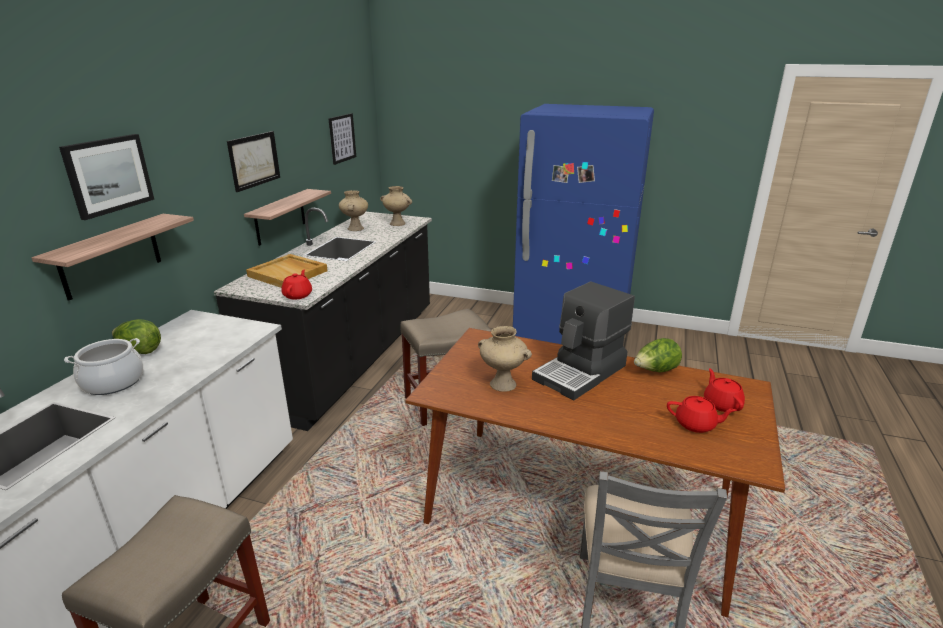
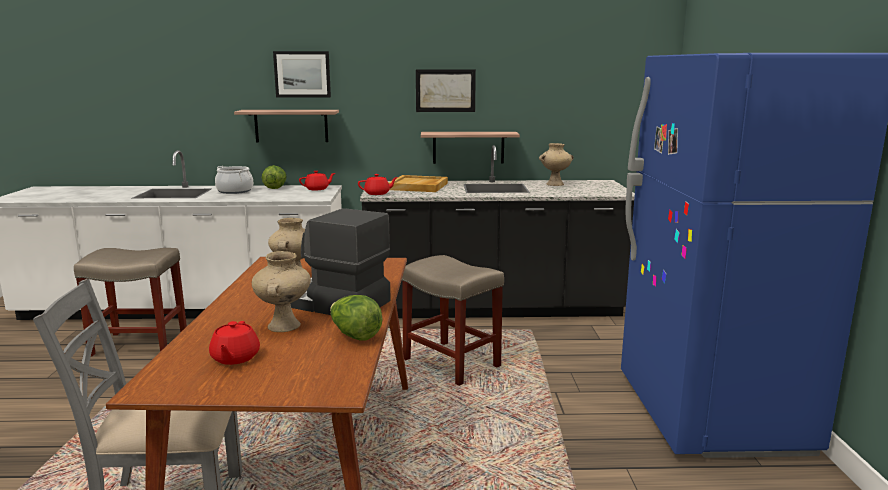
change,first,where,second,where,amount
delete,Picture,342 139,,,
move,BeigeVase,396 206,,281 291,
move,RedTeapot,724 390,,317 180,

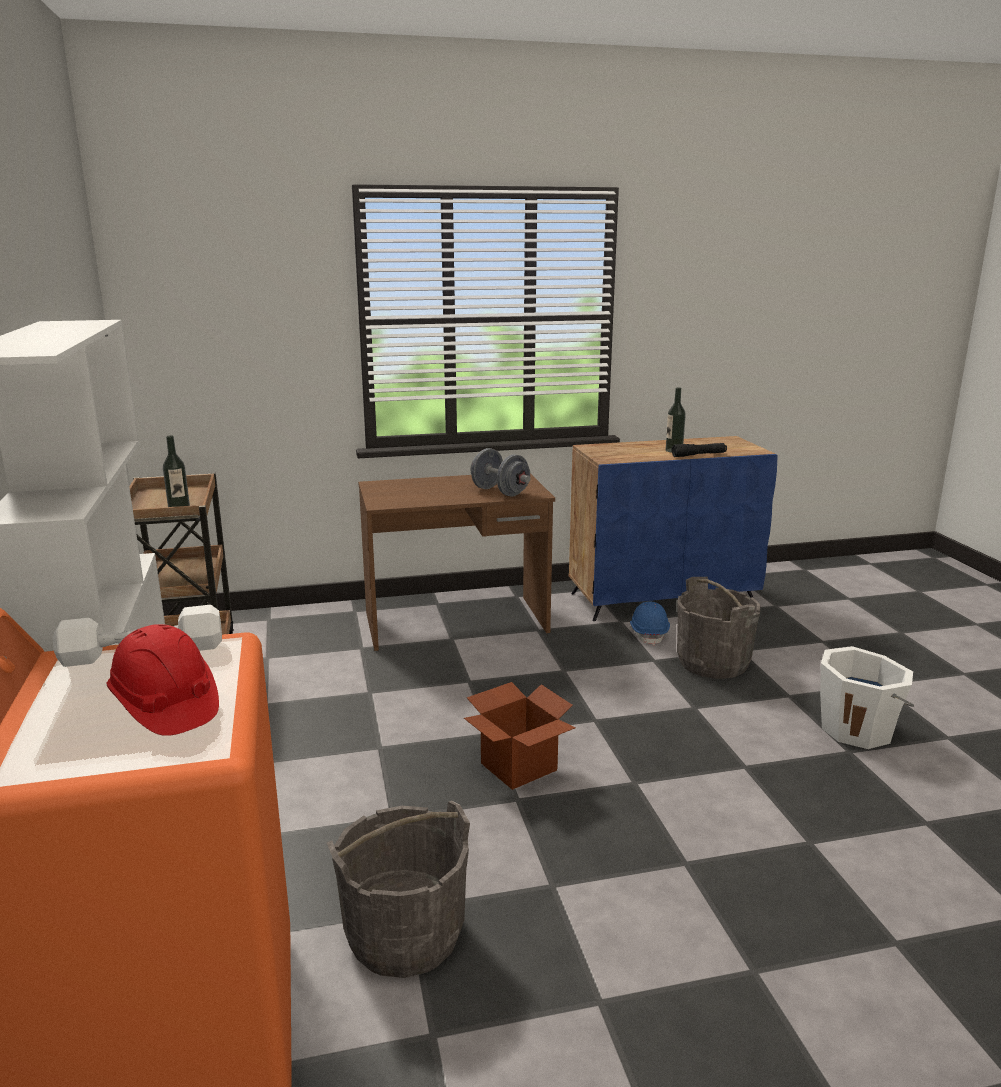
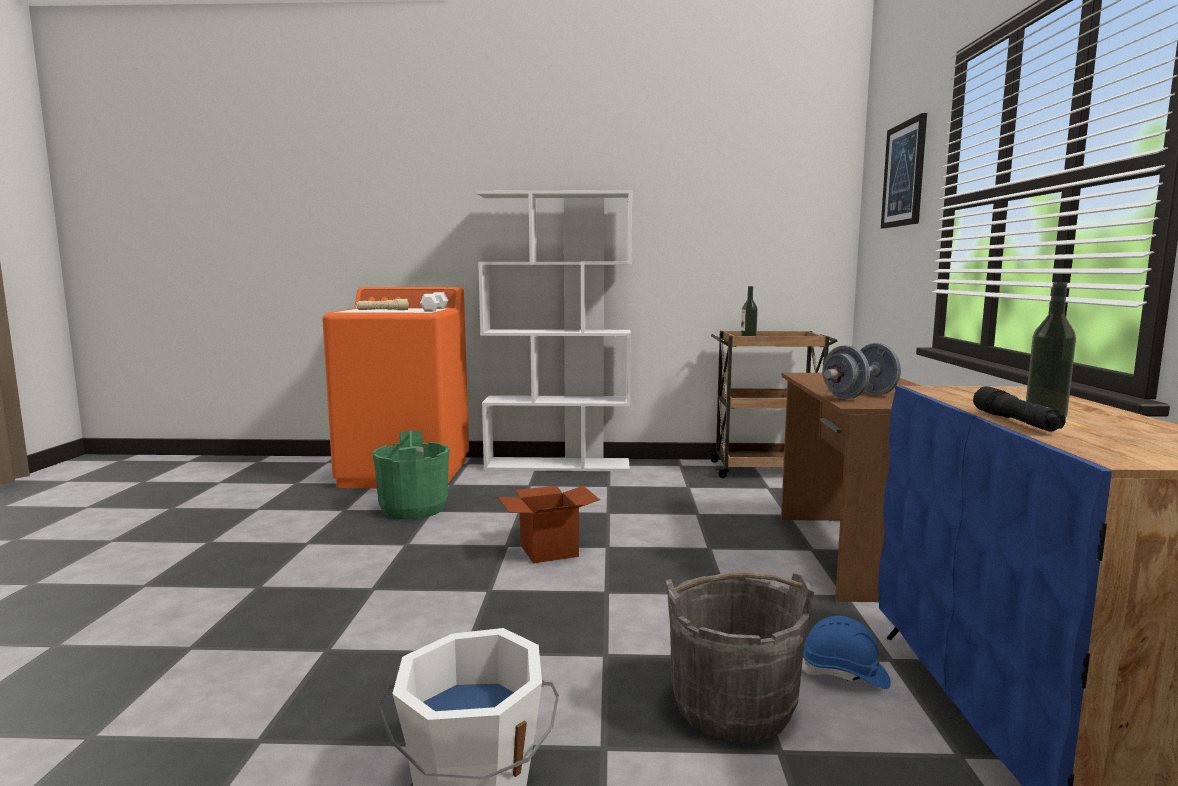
change,first,where,second,where,amount
replace,RedHardHat,163 680,BeigeFlashlight,382 304,
recolor,GreyBucket,398 889,GreenBucket,410 474,
insert,,,Picture,904 171,

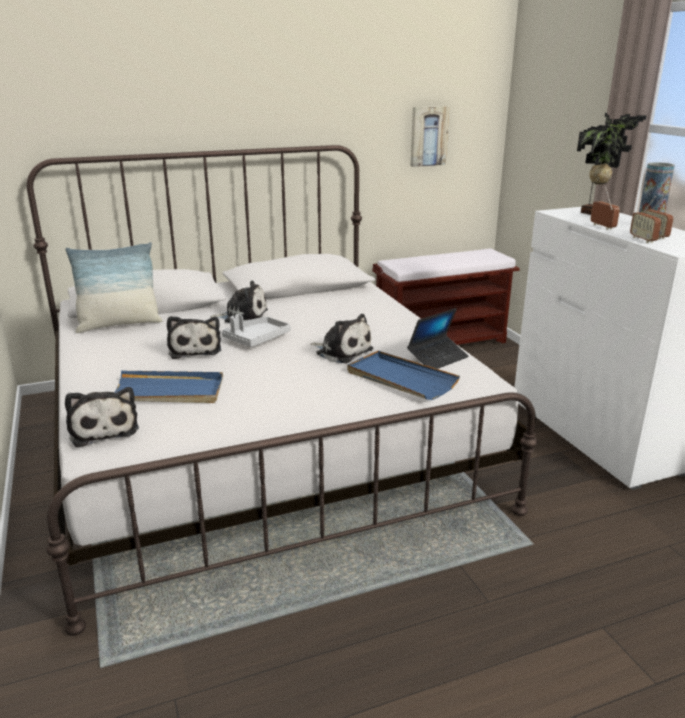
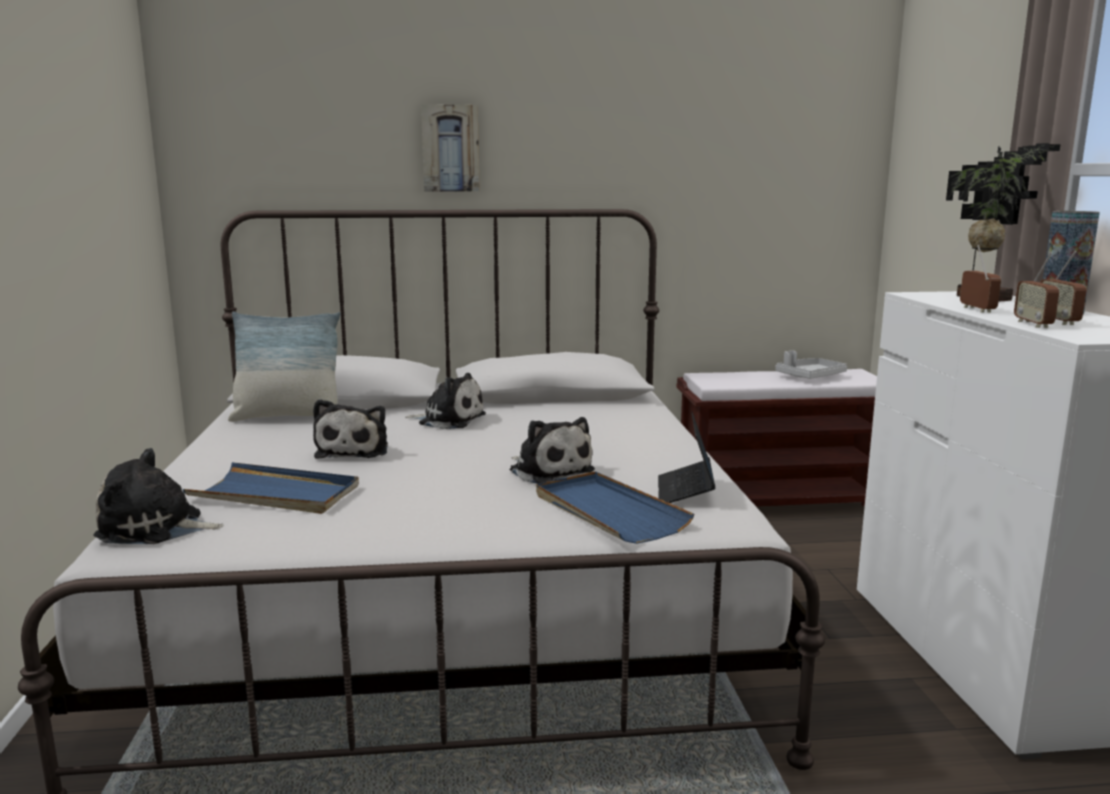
change,first,where,second,where,amount
rotate,PlushToy,102 417,,158 496,105 degrees clockwise
move,GreyTray,256 330,,811 364,
rotate,Laptop,438 338,,687 457,120 degrees clockwise
move,Picture,430 136,,450 148,

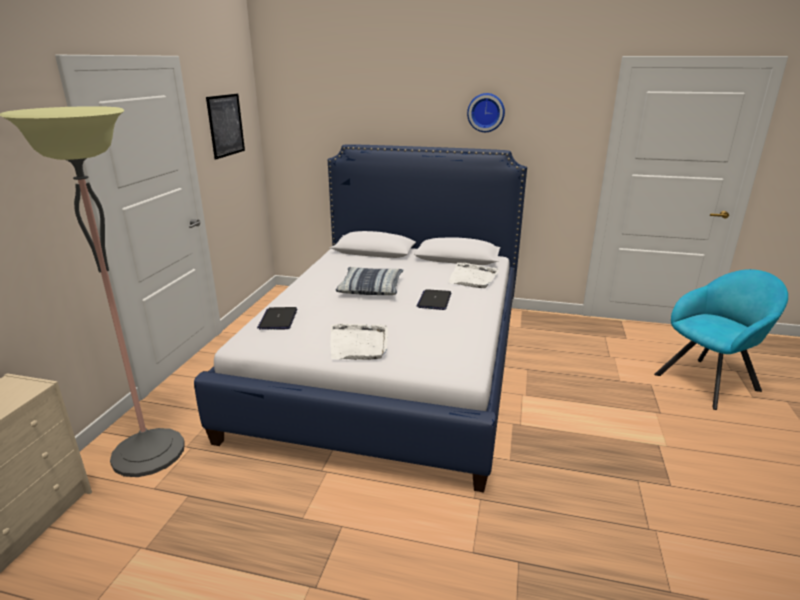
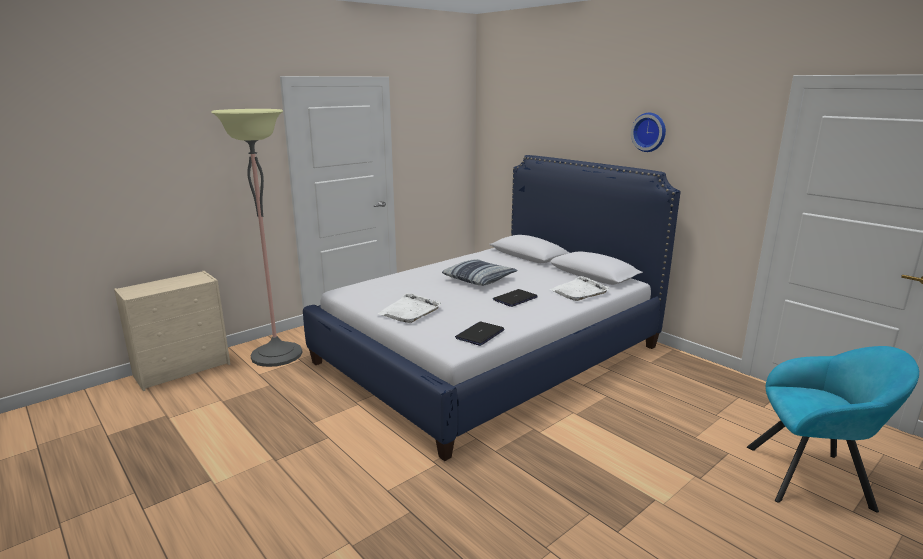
change,first,where,second,where,amount
delete,Picture,225 127,,,
move,Laptop,277 318,,480 334,

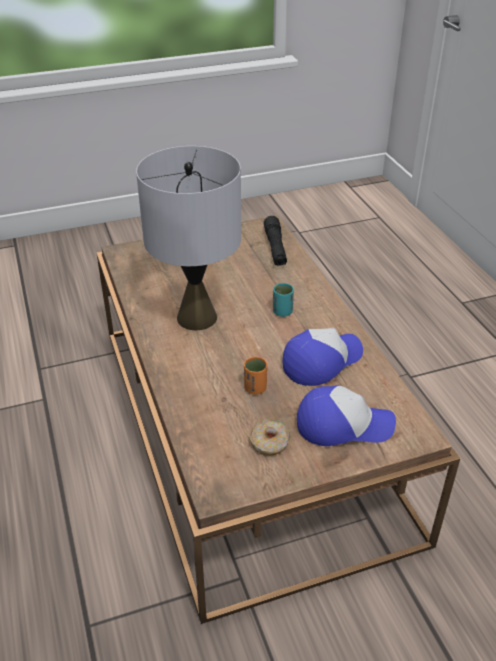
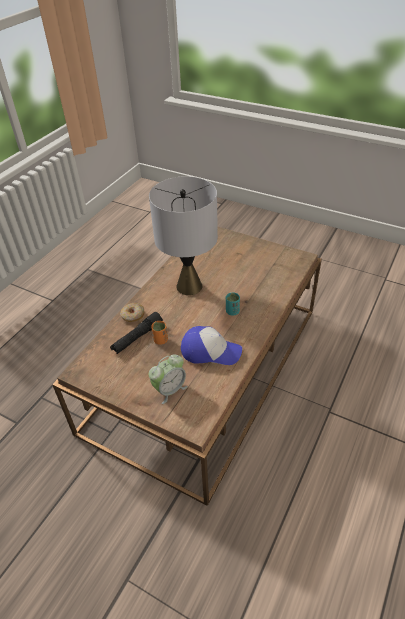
change,first,where,second,where,amount
move,Donut,270 437,,132 312,
move,BlackFlashlight,275 241,,136 333,
replace,Cap,346 415,AlarmClock,168 379,

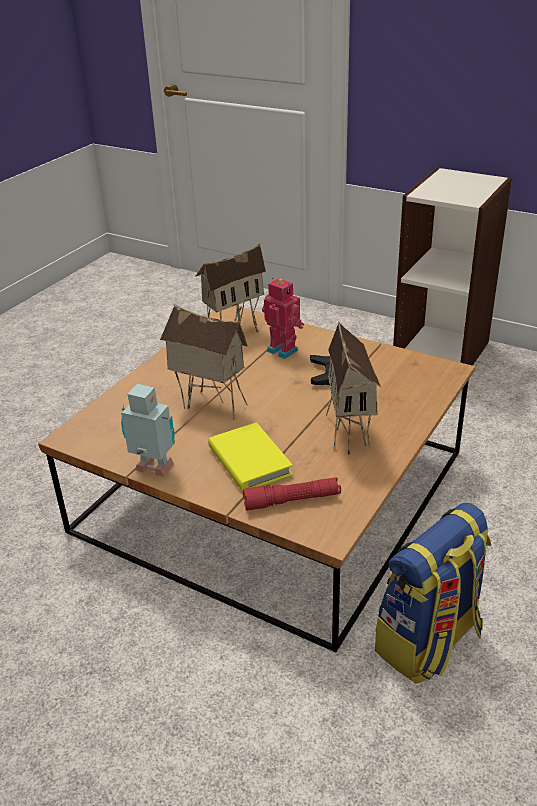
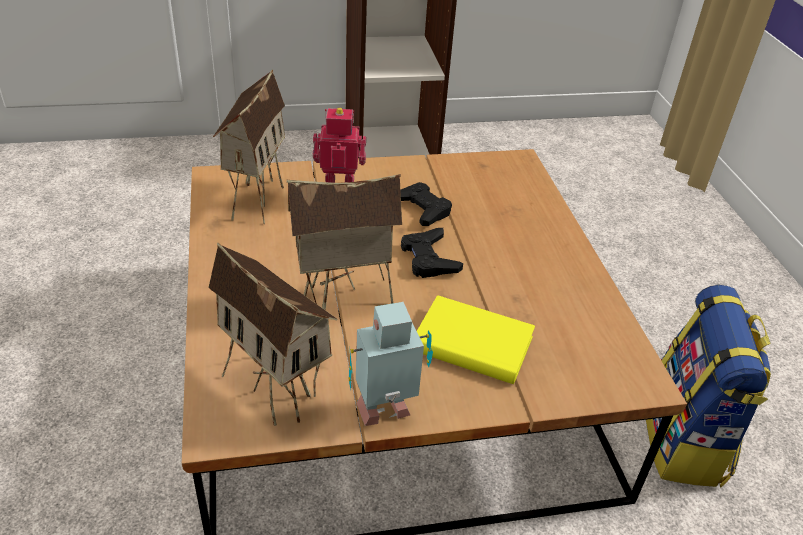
change,first,where,second,where,amount
delete,RedFlashlight,292 493,,,
move,ToyHouse,353 388,,273 334,
insert,,,BlackGameController,432 253,

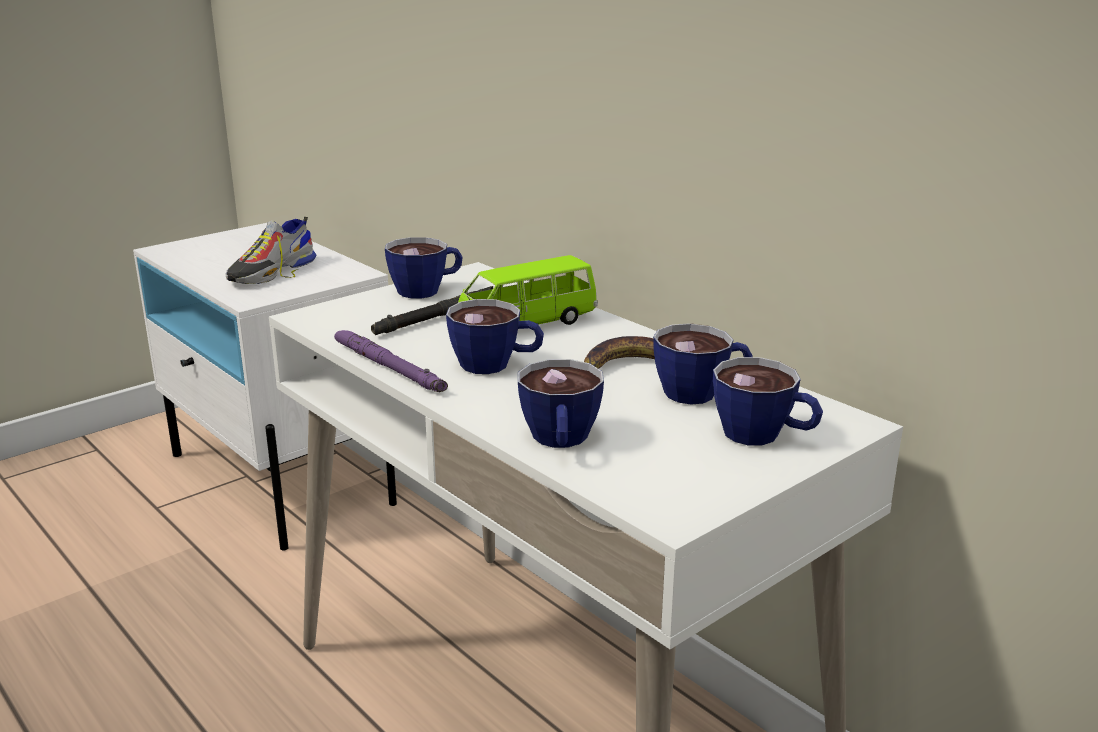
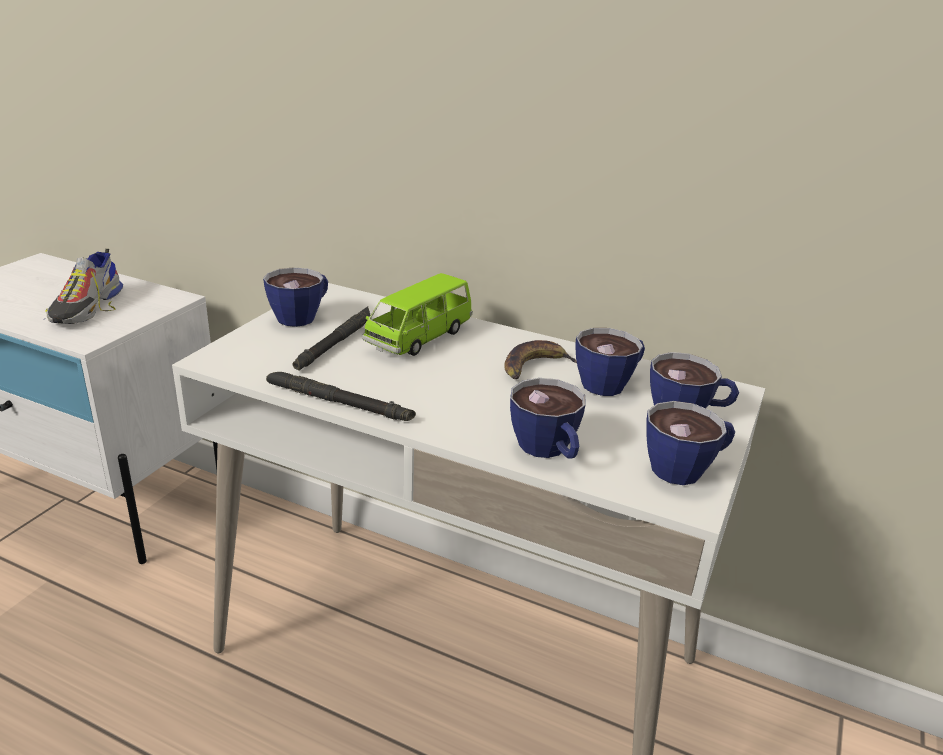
change,first,where,second,where,amount
recolor,PurpleFlashlight,391 361,BlackFlashlight,341 396,
move,Cup,495 336,,690 443,

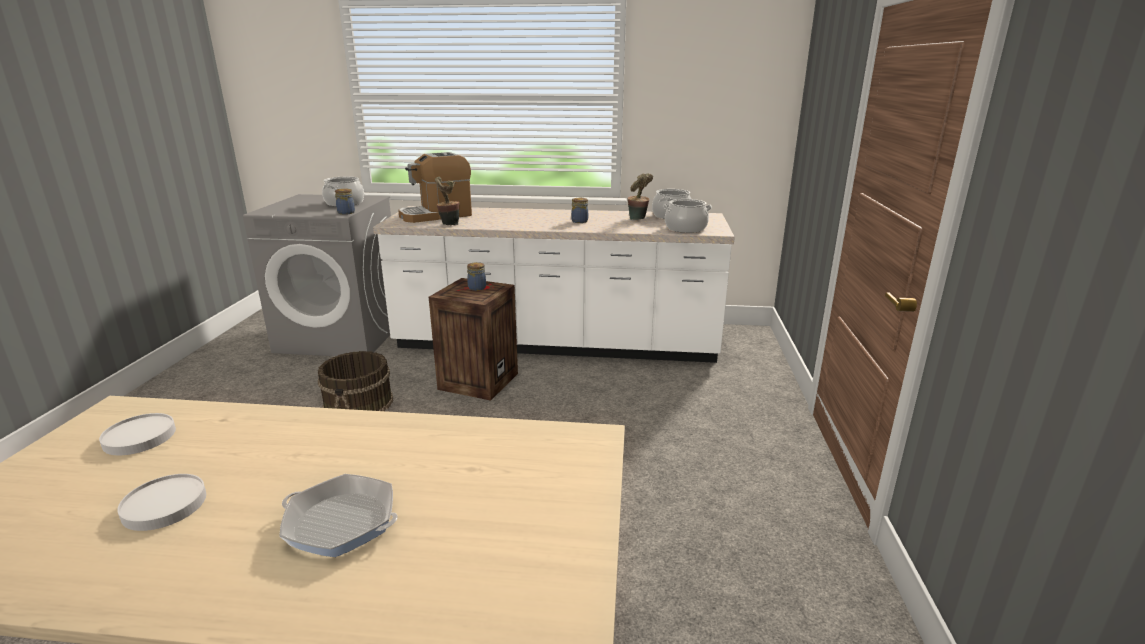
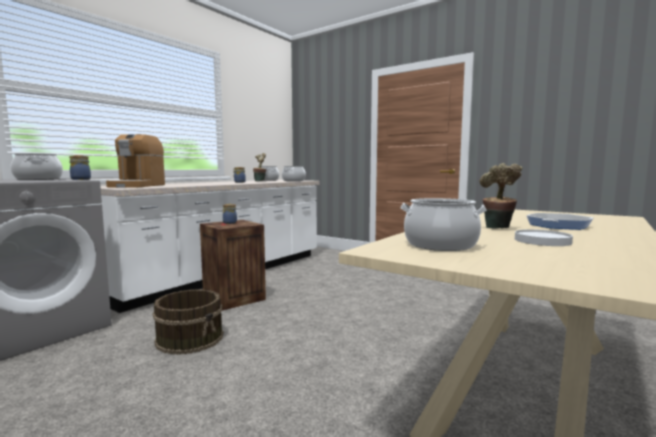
change,first,where,second,where,amount
replace,WhitePlate,137 434,CookingPot,443 224,
move,PottedPlant,447 201,,501 195,

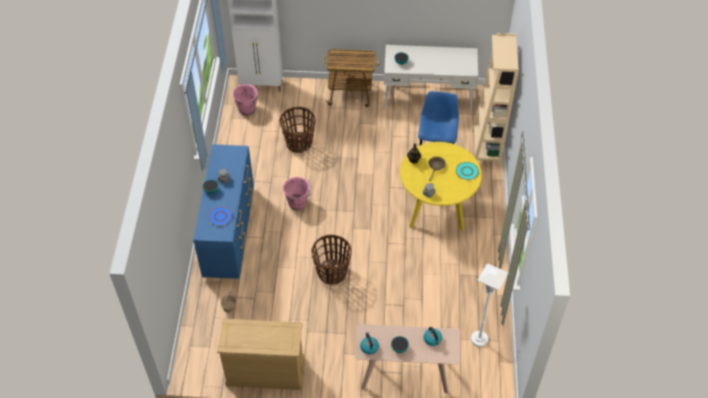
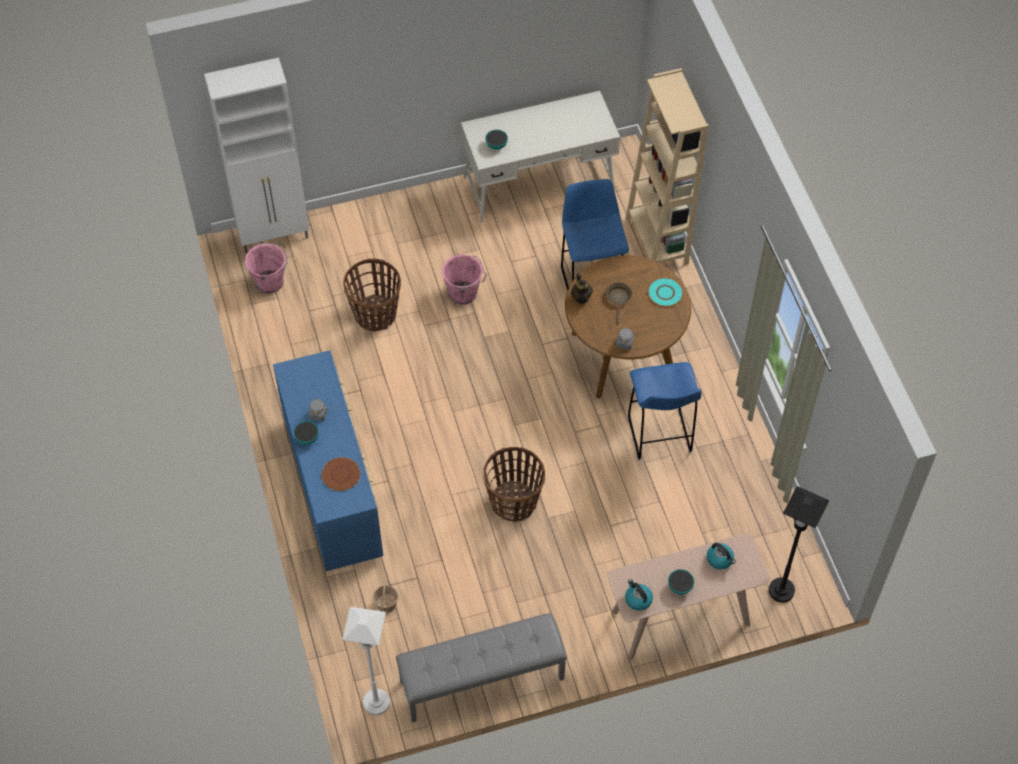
change,first,where,second,where,amount
recolor,BluePlate,220 216,BrownPlate,341 474,
replace,BeigeDresser,261 354,GreyBench,481 668,
move,PinkBucket,296 193,,464 279,
delete,Cart,351 78,,,
recolor,YellowDiningTable,441 186,BrownDiningTable,628 327,
move,WhiteFloorLamp,489 305,,366 661,
insert,,,BlueStool,665 411,
insert,,,BlackFloorLamp,799 544,

